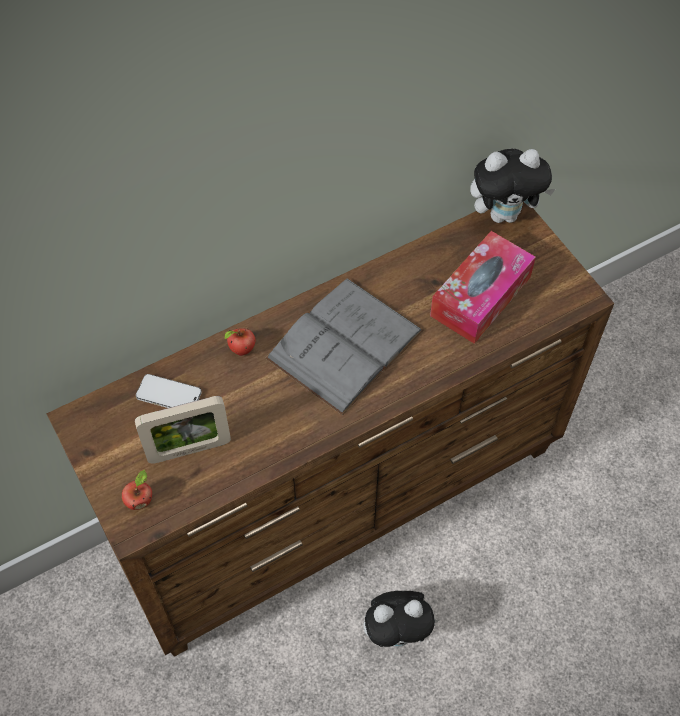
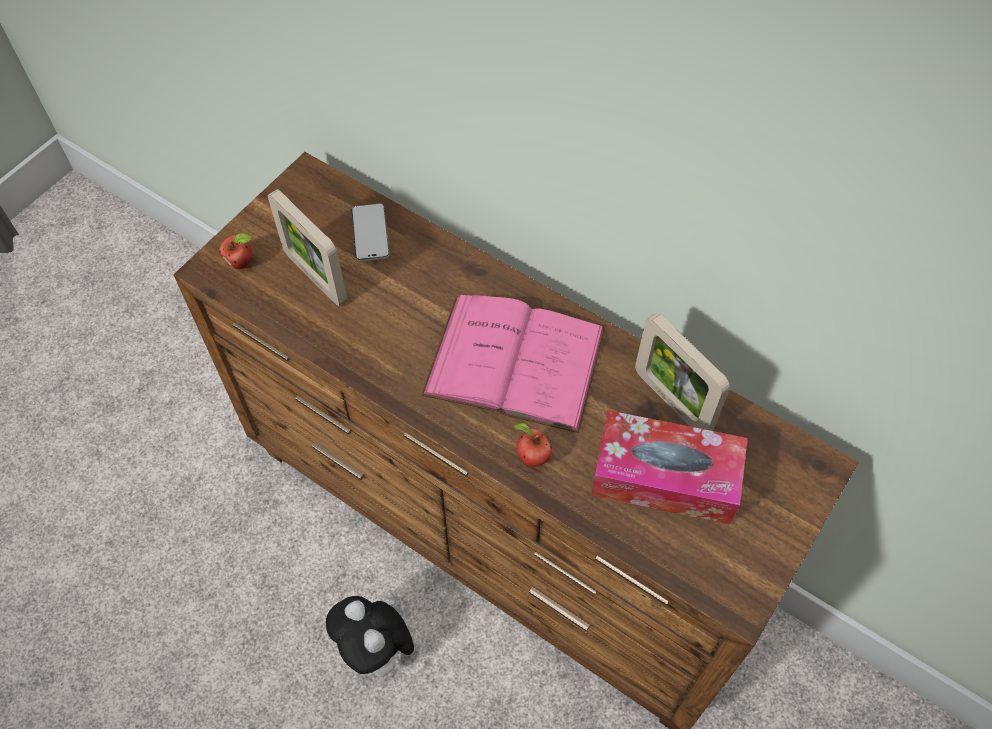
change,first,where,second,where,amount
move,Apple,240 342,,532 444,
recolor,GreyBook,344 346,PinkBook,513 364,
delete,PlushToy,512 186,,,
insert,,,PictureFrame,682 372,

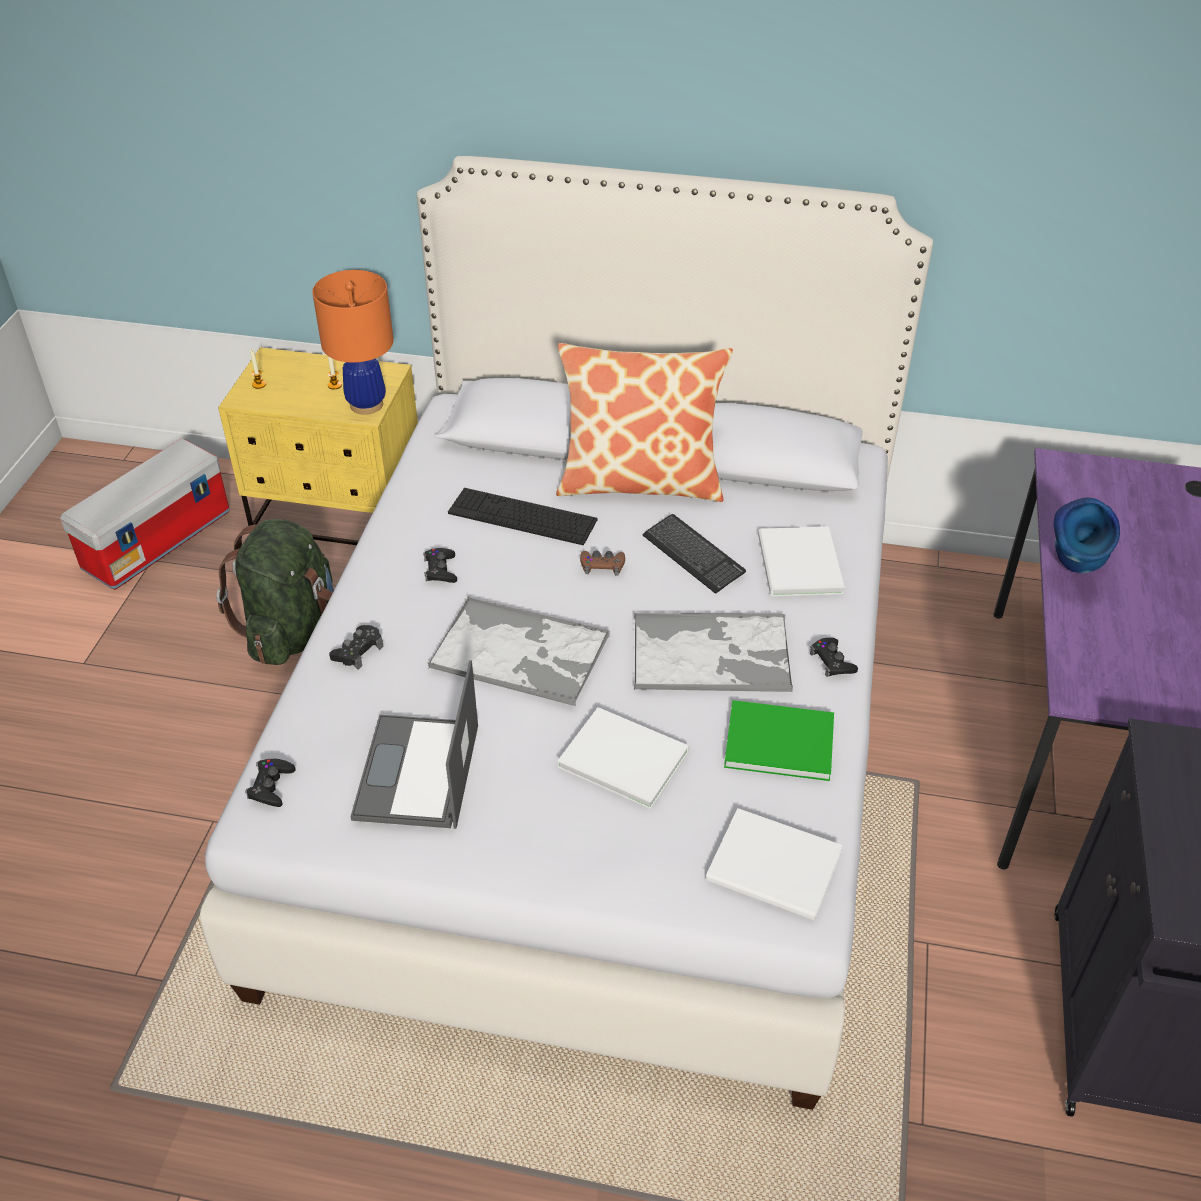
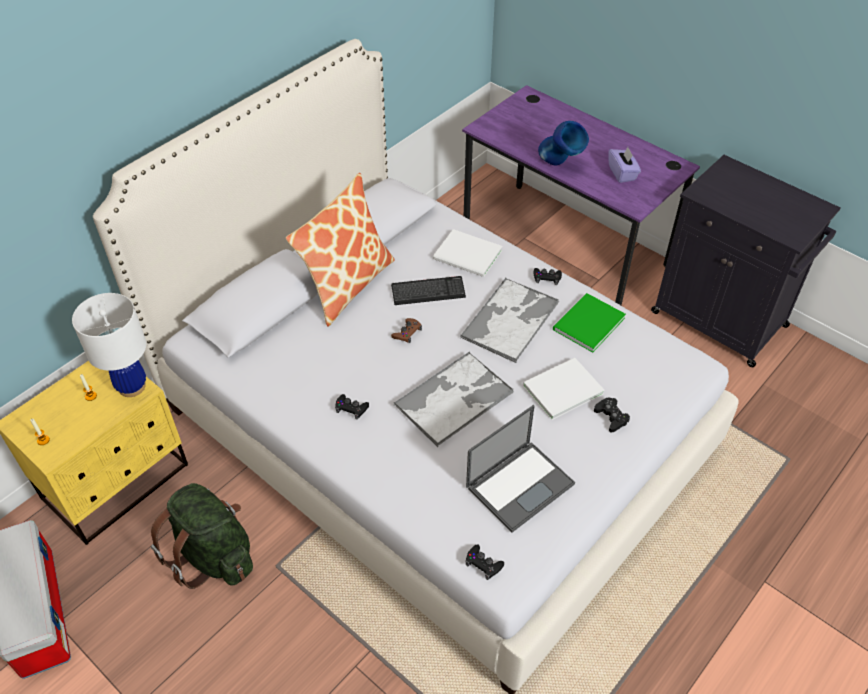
change,first,where,second,where,amount
recolor,OrangeTableLamp,353 342,WhiteTableLamp,109 345,
move,BlackGameController,356 647,,612 414,
rotate,Laptop,414 744,,520 469,75 degrees counterclockwise
delete,Keyboard,523 516,,,
delete,WhiteBook,774 864,,,
insert,,,PurpleTissueBox,624 165,

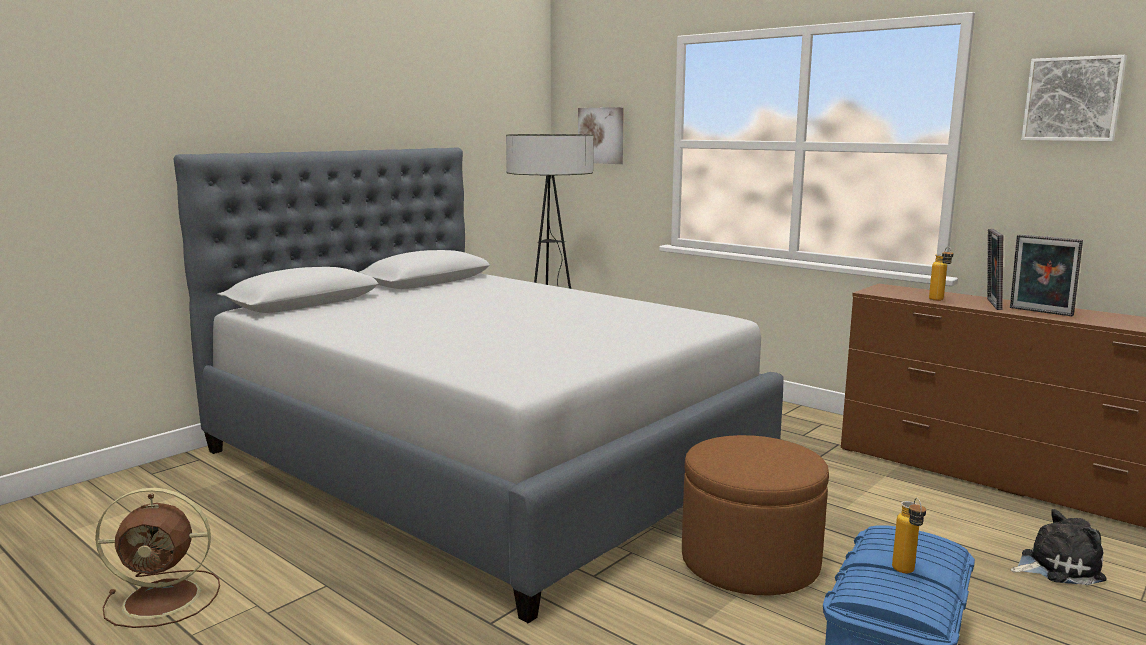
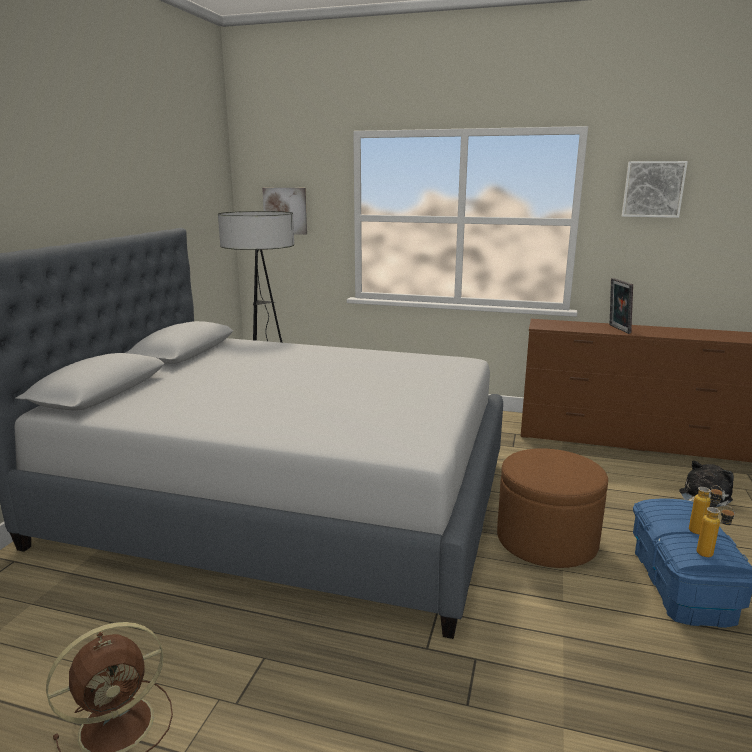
change,first,where,second,where,amount
move,Bottle,941 273,,716 531,
delete,PictureFrame,1046 275,,,

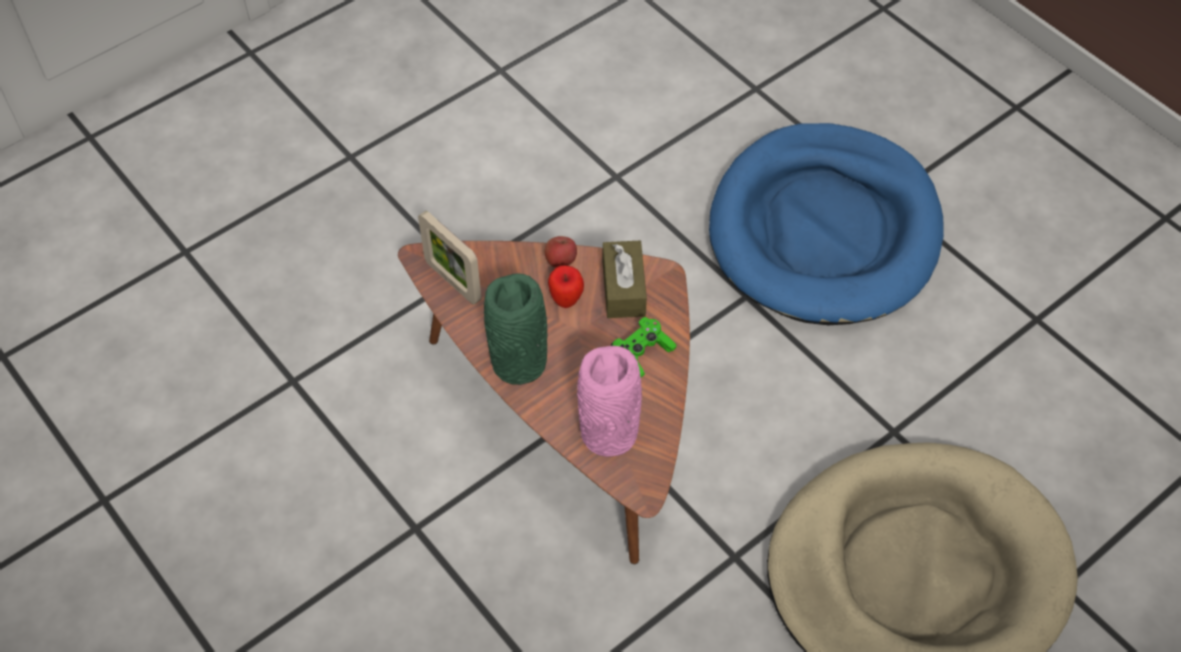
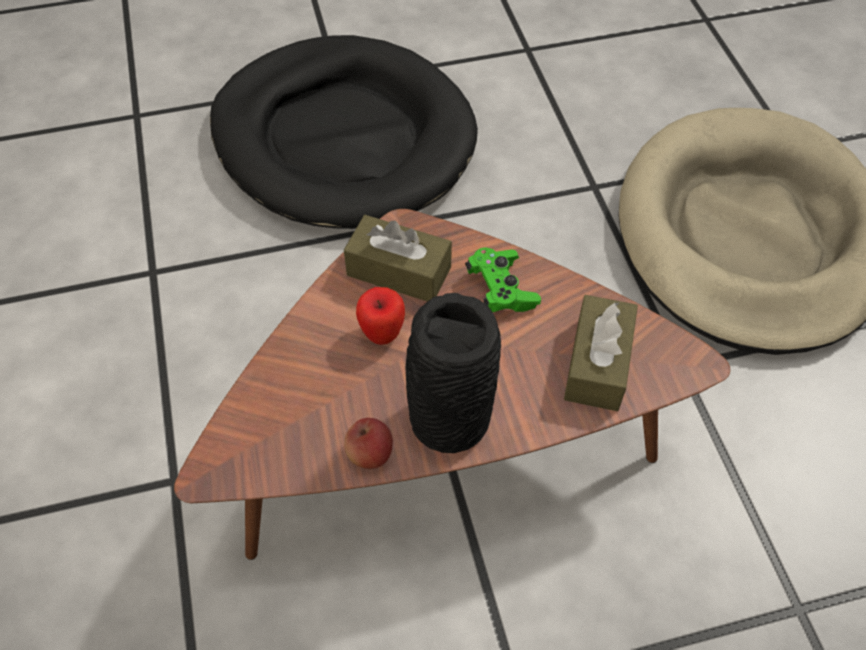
change,first,where,second,where,amount
delete,PictureFrame,449 258,,,
recolor,GreenVase,516 329,BlackVase,453 373,
move,Apple,560 252,,368 443,
replace,PinkVase,609 401,BrownTissueBox,601 353,
recolor,BlueDogBed,826 224,BlackDogBed,344 132,

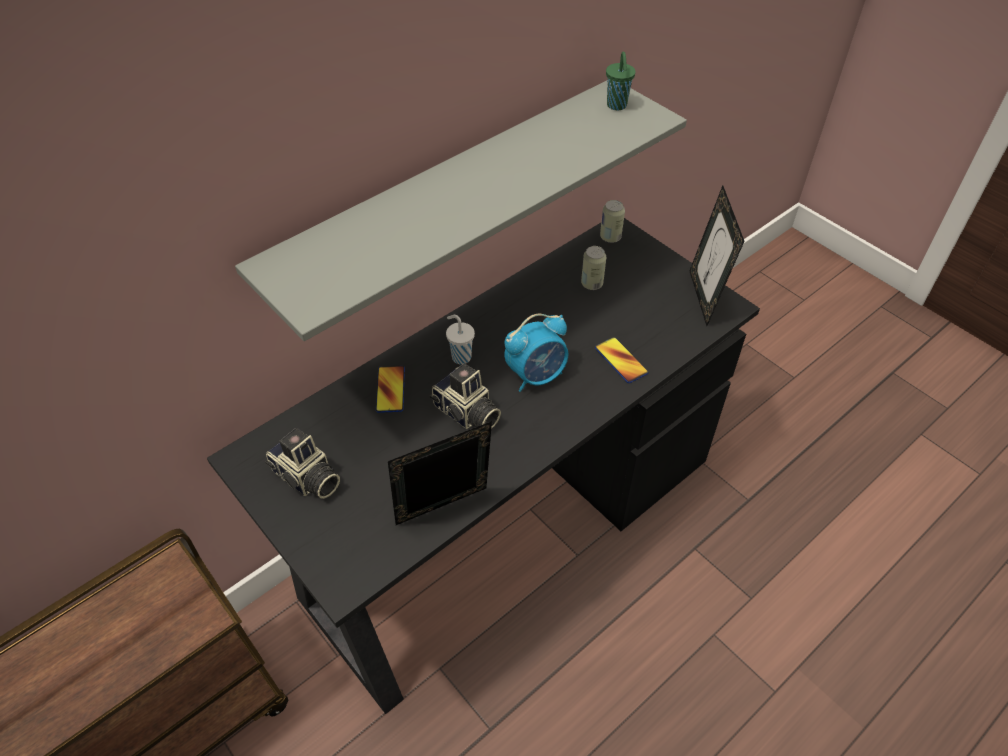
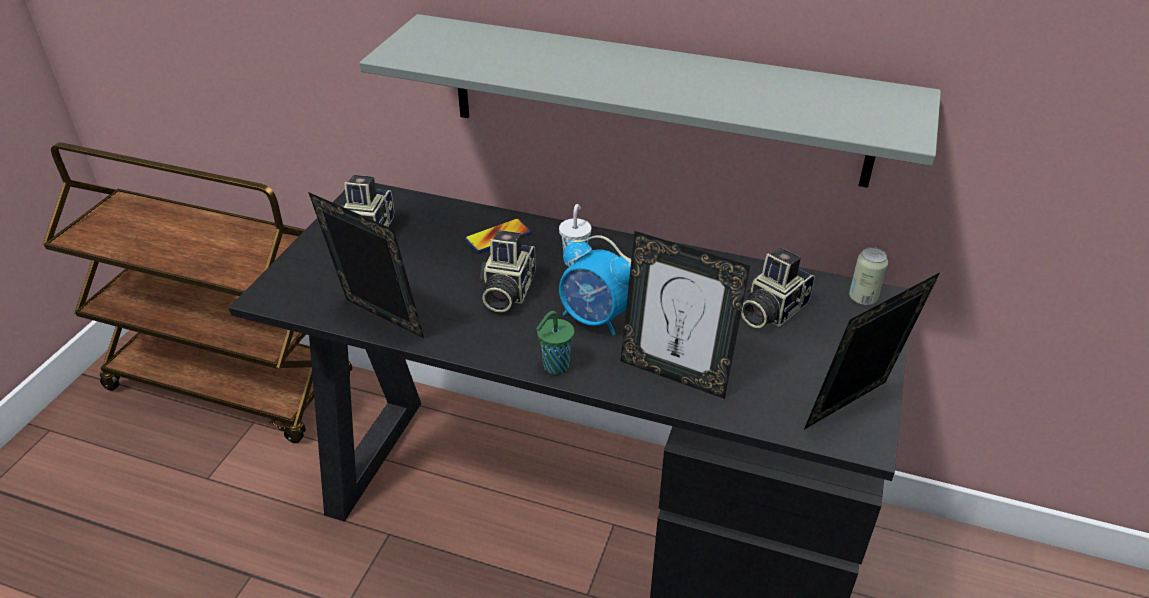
change,first,where,second,where,amount
replace,Can,594 268,PhotoCamera,778 288,
replace,Phone,622 360,PictureFrame,685 315,
move,GreenCup,621 81,,555 343,

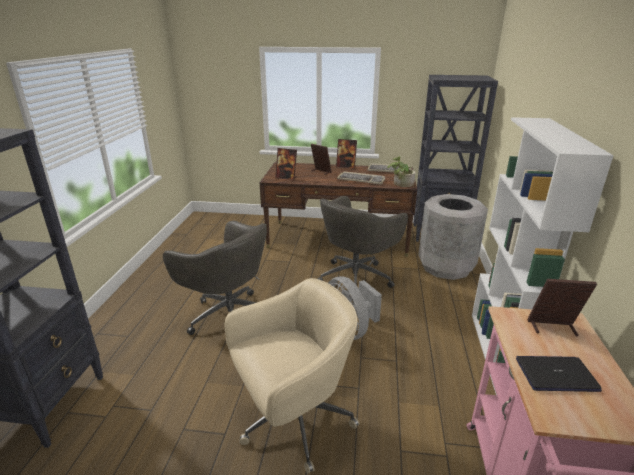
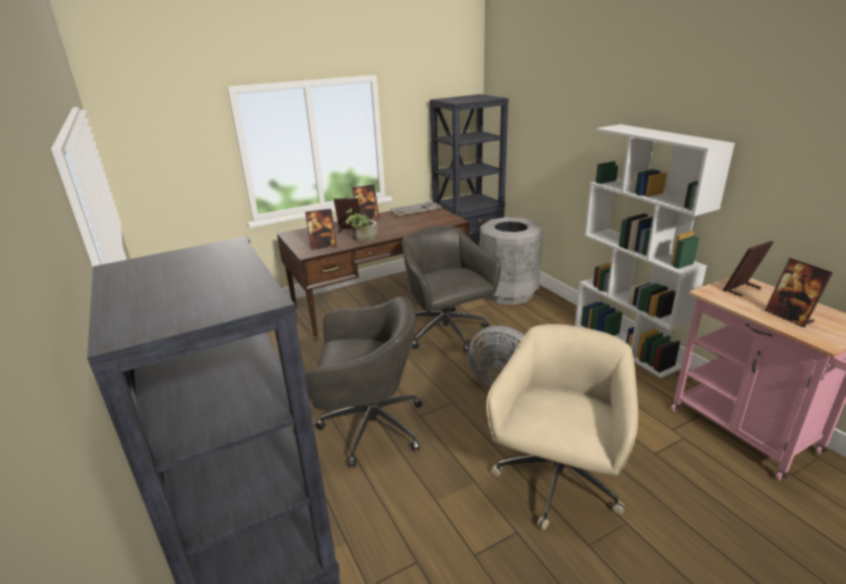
change,first,where,second,where,amount
rotate,GreyOfficeChair,363 248,,451 289,150 degrees clockwise
delete,Keyboard,361 177,,,
move,PottedPlant,401 172,,361 225,
replace,Laptop,559 374,PictureFrame,799 293,

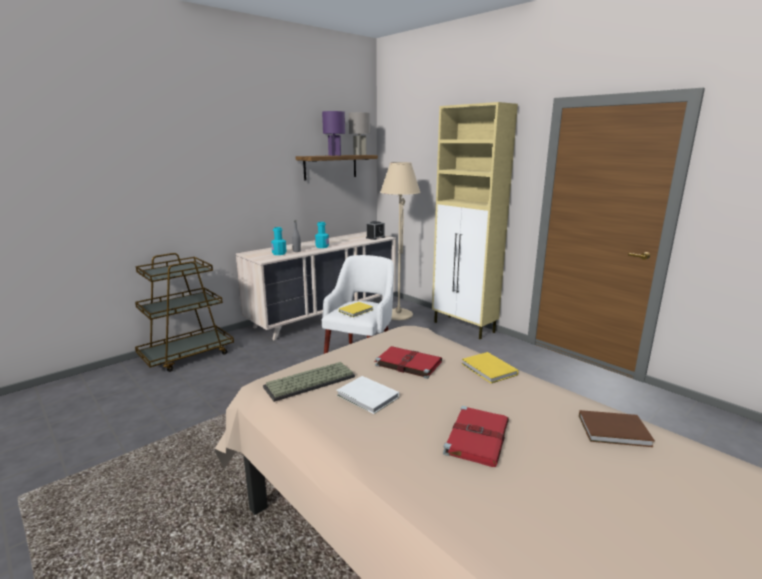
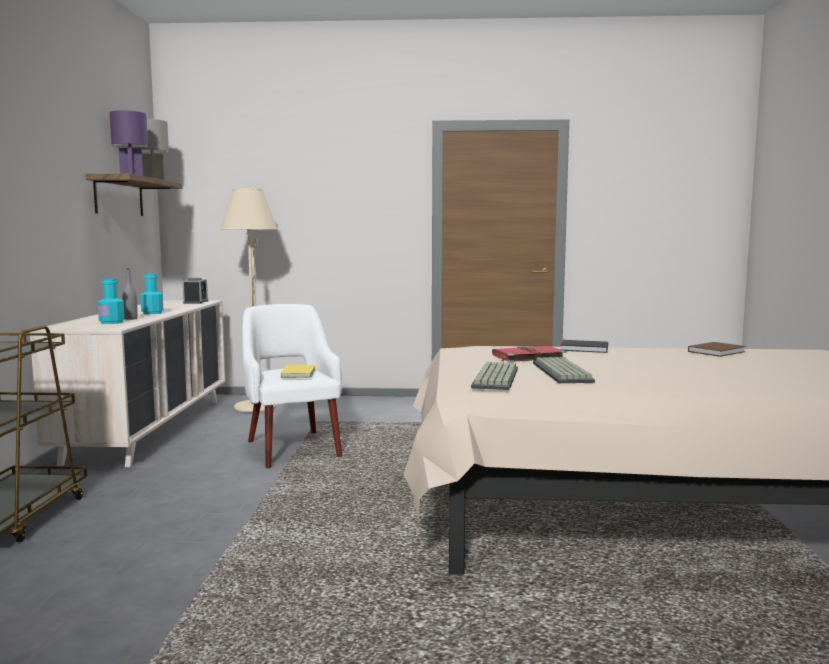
change,first,where,second,where,amount
replace,WhiteBook,367 395,Keyboard,564 370,
delete,BeigeCabinet,475 221,,,
delete,RedBook,476 436,,,
recolor,YellowBook,490 367,BlackBook,584 346,

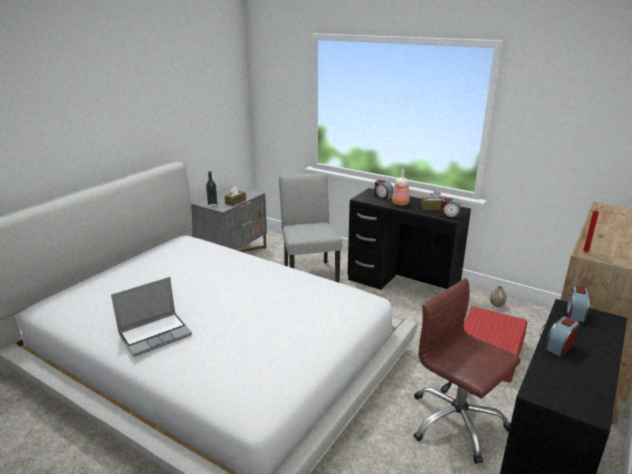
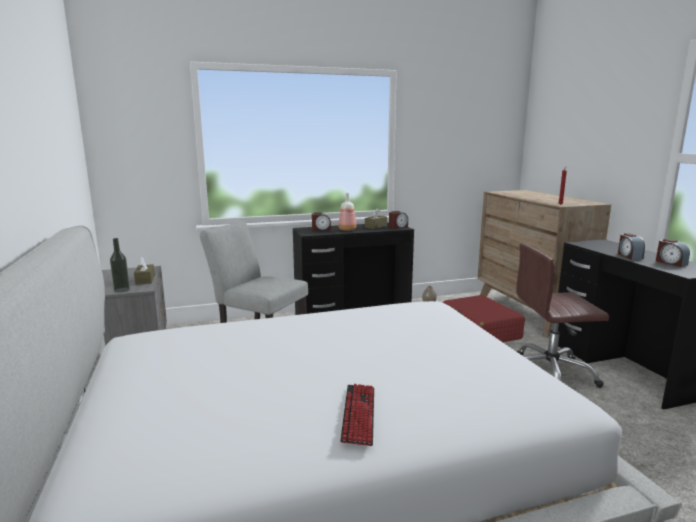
change,first,where,second,where,amount
replace,Laptop,151 317,Keyboard,357 415,
move,AlarmClock,578 304,,673 253,

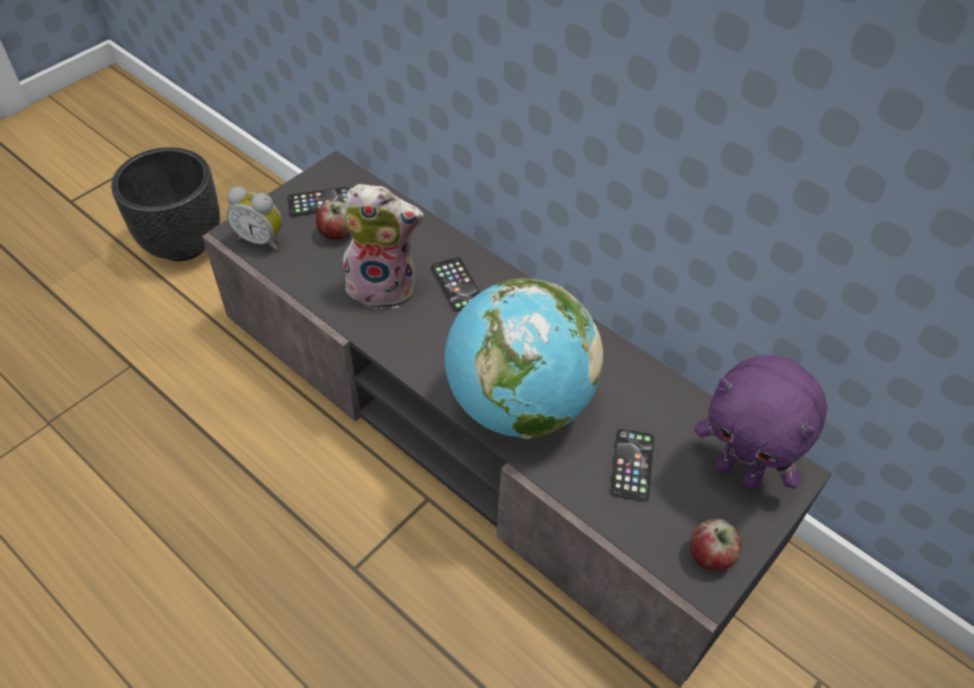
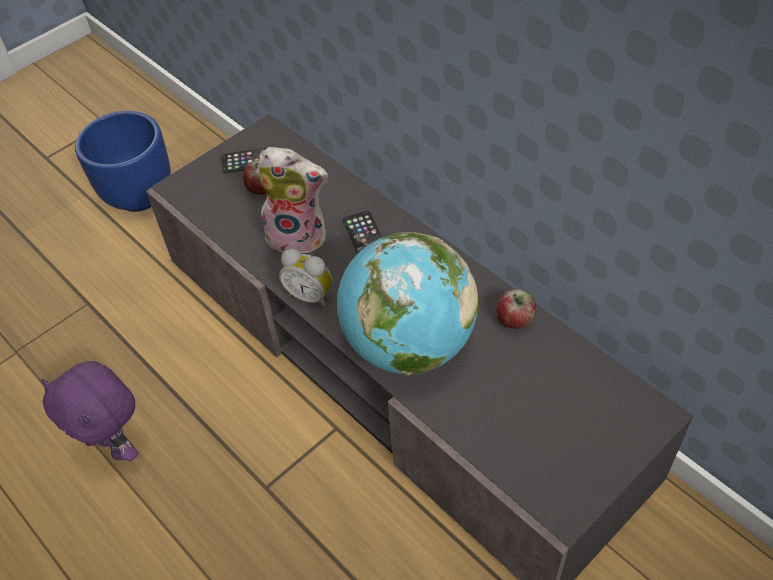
change,first,where,second,where,amount
recolor,BlackPlanter,165 204,BluePlanter,123 161,
move,AlarmClock,254 218,,306 278,
delete,Phone,632 465,,,
move,Apple,716 545,,516 309,
move,PurplePlushToy,760 422,,90 411,

